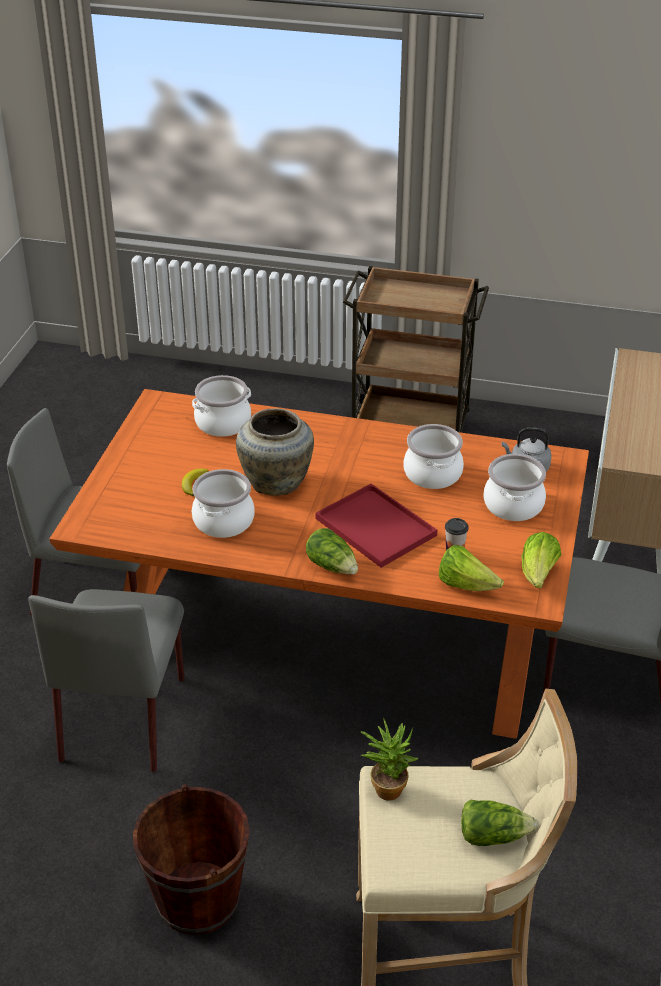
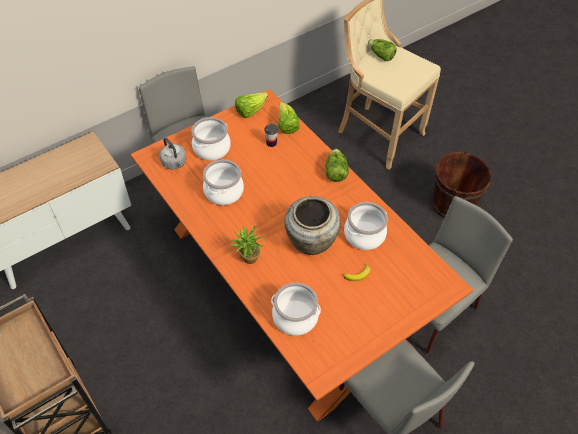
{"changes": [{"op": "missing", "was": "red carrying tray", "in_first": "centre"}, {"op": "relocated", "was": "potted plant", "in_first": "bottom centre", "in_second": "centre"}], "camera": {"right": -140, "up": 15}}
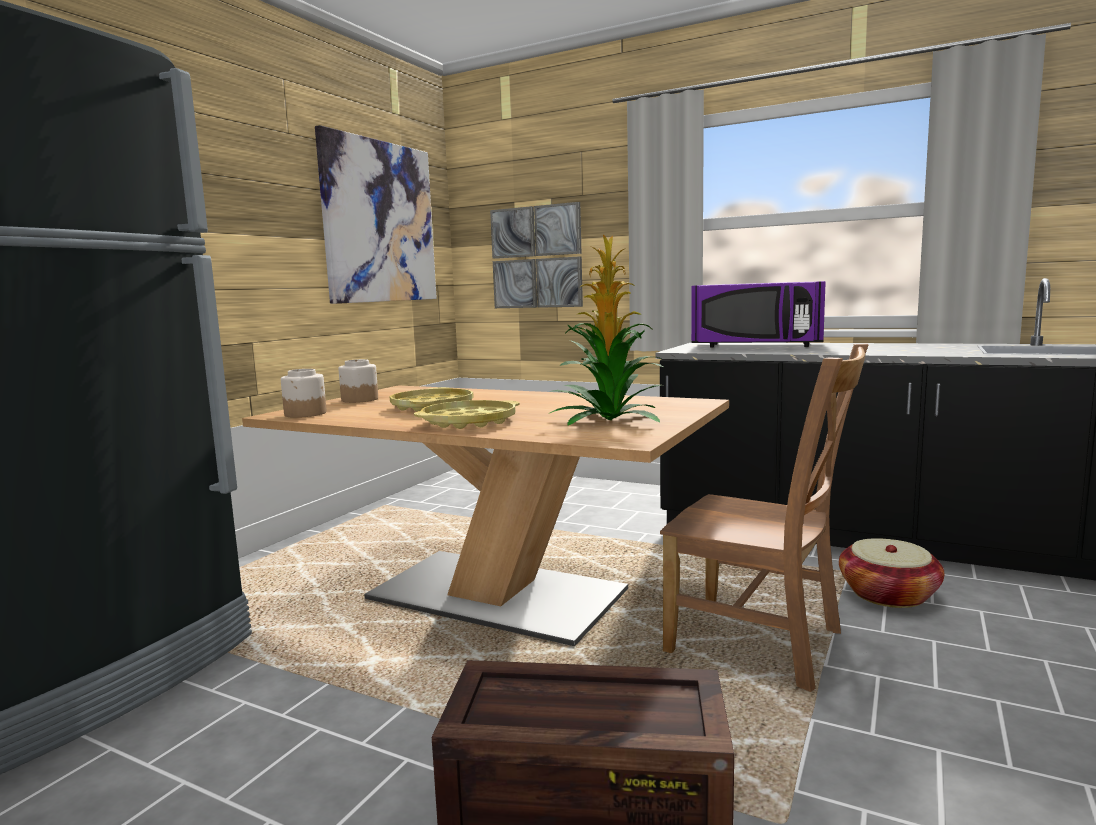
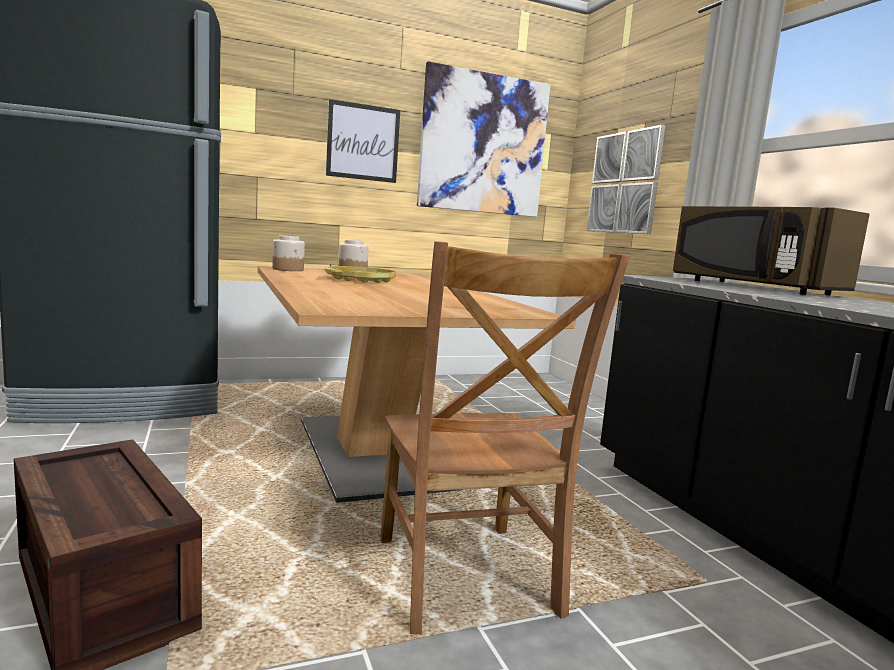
{"changes": [{"op": "missing", "was": "yellow-coloured carrying tray (no. 2 from left)", "in_first": "centre"}, {"op": "missing", "was": "potted plant", "in_first": "centre"}, {"op": "colour", "was": "purplish microwave oven", "now": "brownish microwave oven", "in_first": "middle right", "in_second": "middle right"}, {"op": "missing", "was": "storage basket", "in_first": "bottom right"}, {"op": "appeared", "now": "wall art (no. 1 from left)", "in_second": "top centre"}], "camera": {"right": 40, "up": 0}}
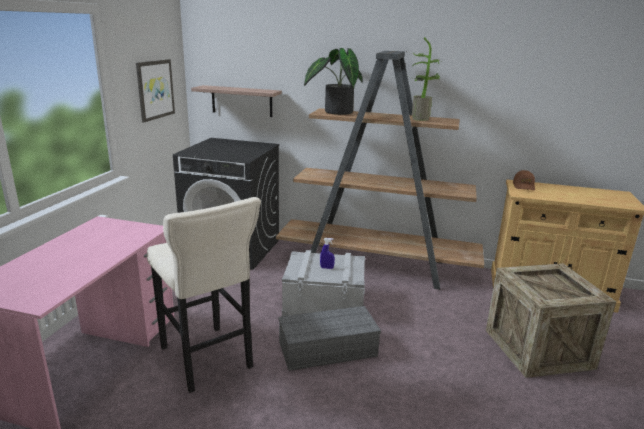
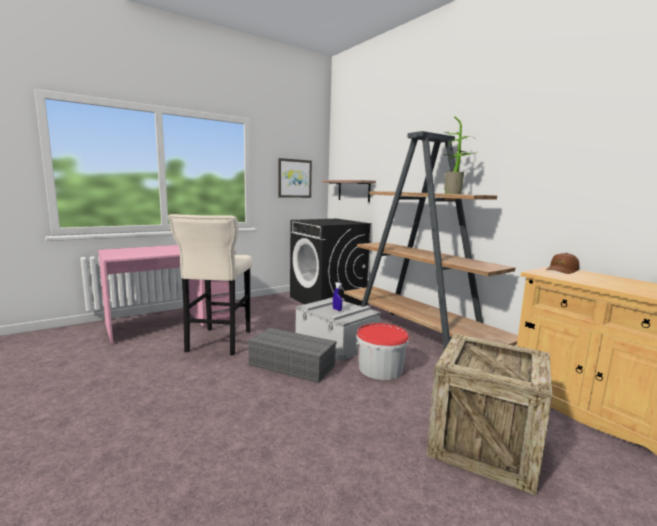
{"changes": [{"op": "missing", "was": "potted plant (no. 1 from left)", "in_first": "top centre"}, {"op": "appeared", "now": "water bucket", "in_second": "bottom centre"}], "camera": {"right": 40, "up": -10}}
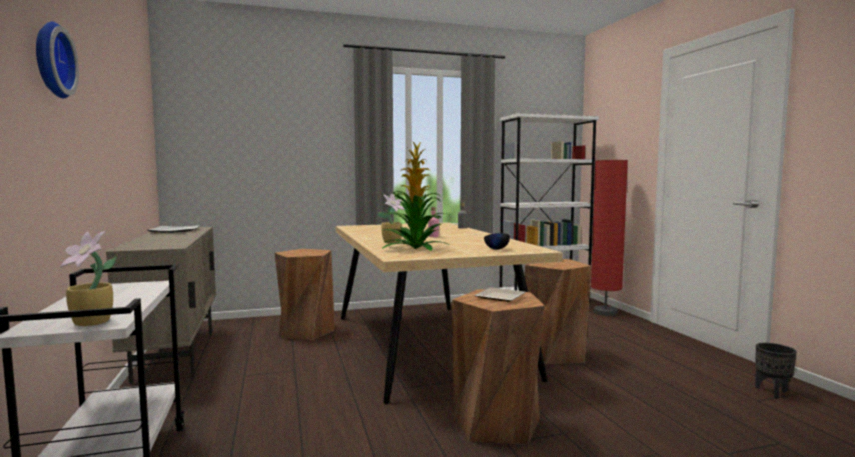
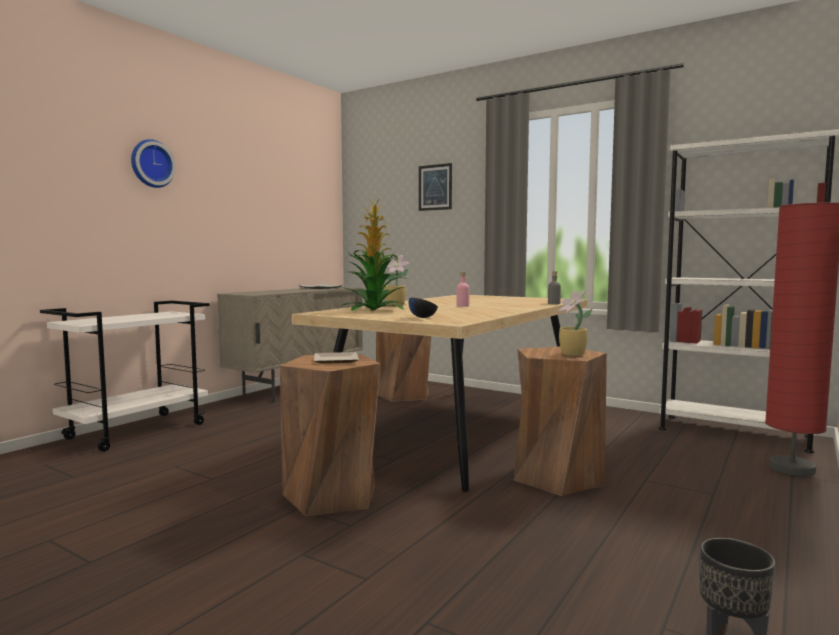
{"changes": [{"op": "relocated", "was": "potted plant (no. 1 from left in the first image)", "now": "potted plant (no. 3 from left)", "in_first": "middle left", "in_second": "middle right"}, {"op": "appeared", "now": "wall art", "in_second": "top centre"}], "camera": {"right": 50, "up": 0}}
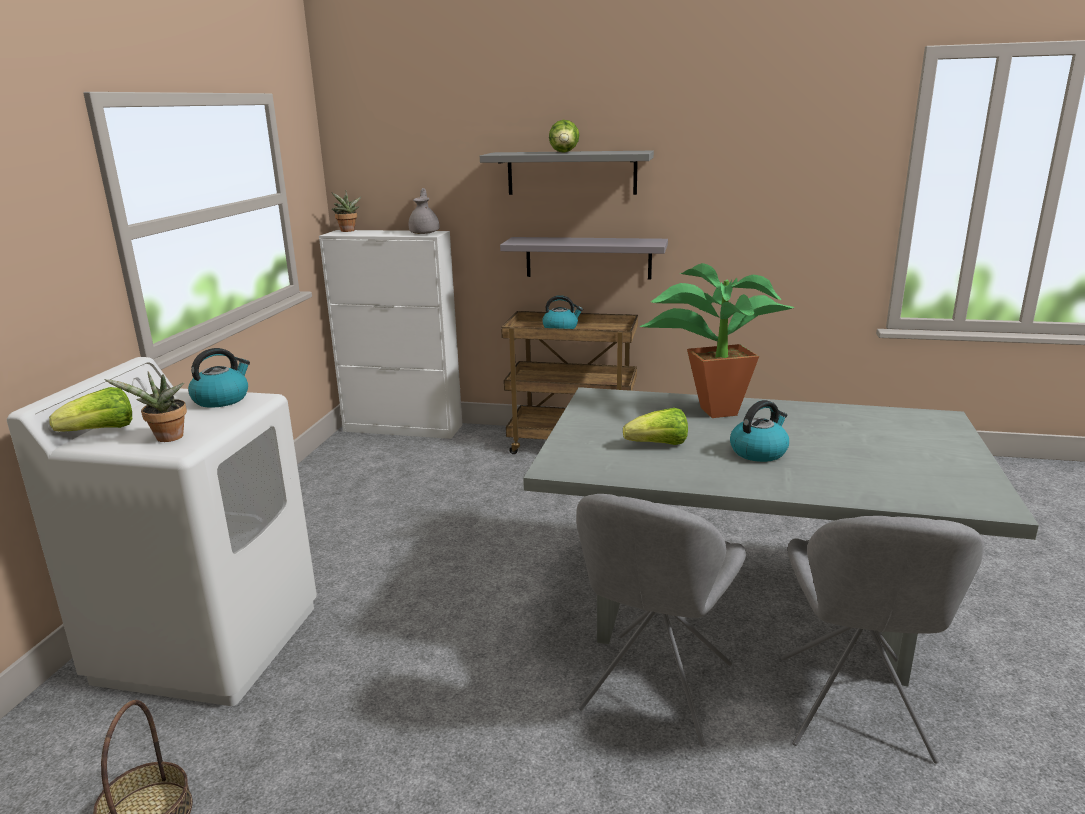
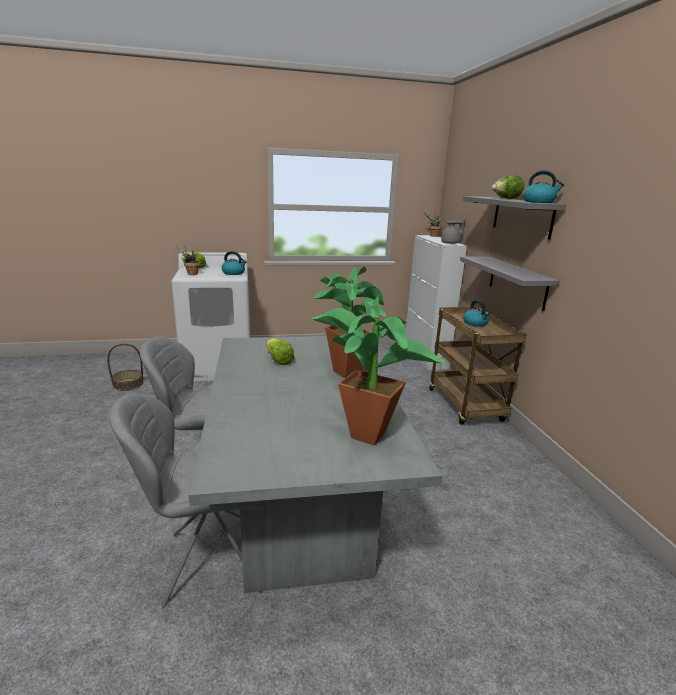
{"changes": [{"op": "relocated", "was": "kettle (no. 3 from left)", "in_first": "middle right", "in_second": "top right"}, {"op": "appeared", "now": "potted plant (no. 3 from left)", "in_second": "centre"}], "camera": {"right": 65, "up": 0}}
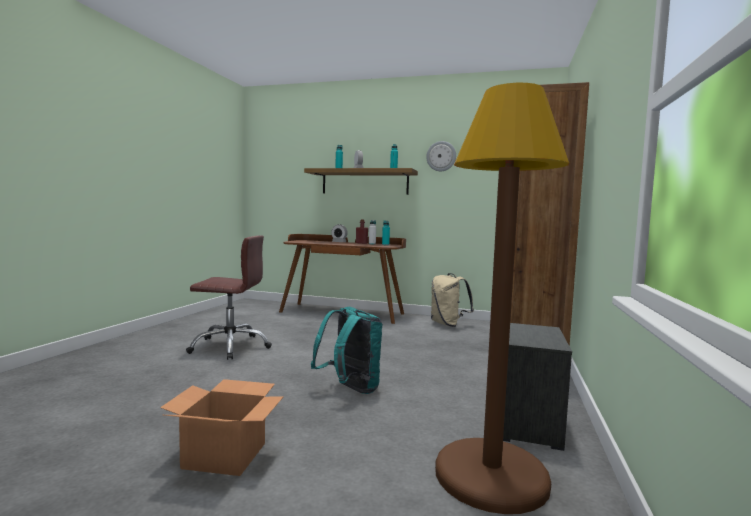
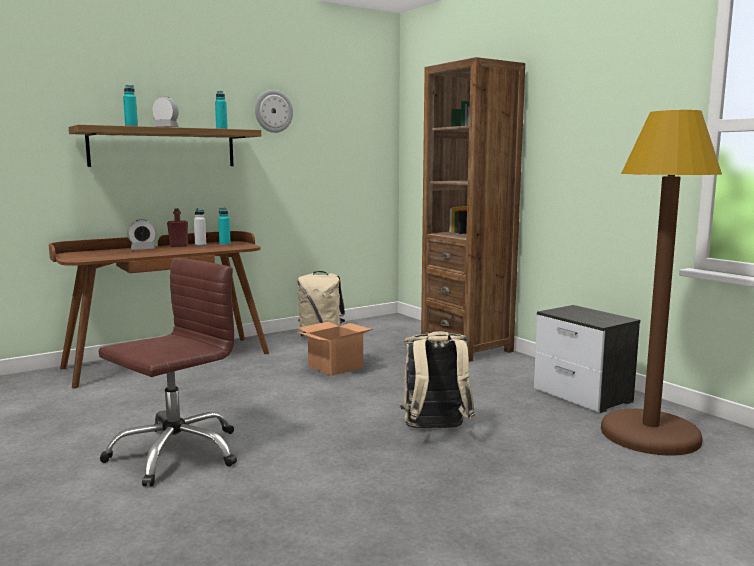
{"changes": [{"op": "relocated", "was": "carton", "in_first": "bottom left", "in_second": "centre"}, {"op": "colour", "was": "turquoise-coloured backpack", "now": "sand-coloured backpack (no. 2 from left)", "in_first": "bottom centre", "in_second": "bottom centre"}], "camera": {"right": -50, "up": 5}}
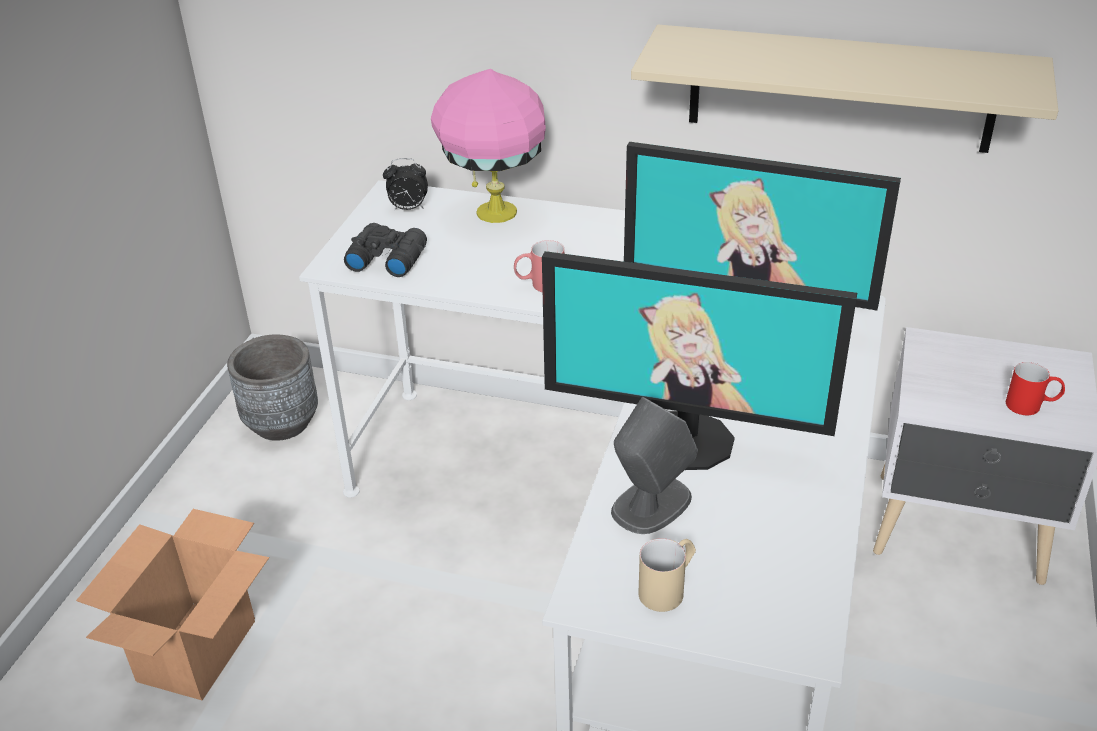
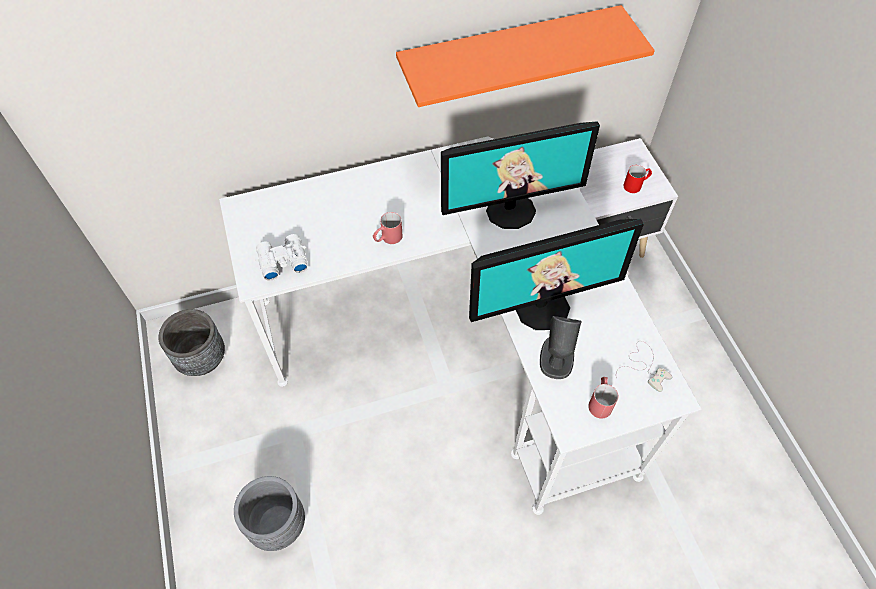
{"changes": [{"op": "exchanged", "was": "carton", "now": "greyish flower pot (no. 2 from left)", "in_first": "bottom left", "in_second": "bottom left"}, {"op": "colour", "was": "black-coloured field glasses", "now": "white-coloured field glasses", "in_first": "centre", "in_second": "middle left"}, {"op": "missing", "was": "bedside clock", "in_first": "top centre"}, {"op": "missing", "was": "pinkish tabletop lamp", "in_first": "top centre"}, {"op": "colour", "was": "sand-coloured shelf", "now": "orangey shelf", "in_first": "top right", "in_second": "top centre"}, {"op": "colour", "was": "sand-coloured tea mug", "now": "red tea mug (no. 2 from left)", "in_first": "bottom centre", "in_second": "bottom right"}, {"op": "appeared", "now": "white-coloured game controller", "in_second": "middle right"}], "camera": {"right": -35, "up": 20}}
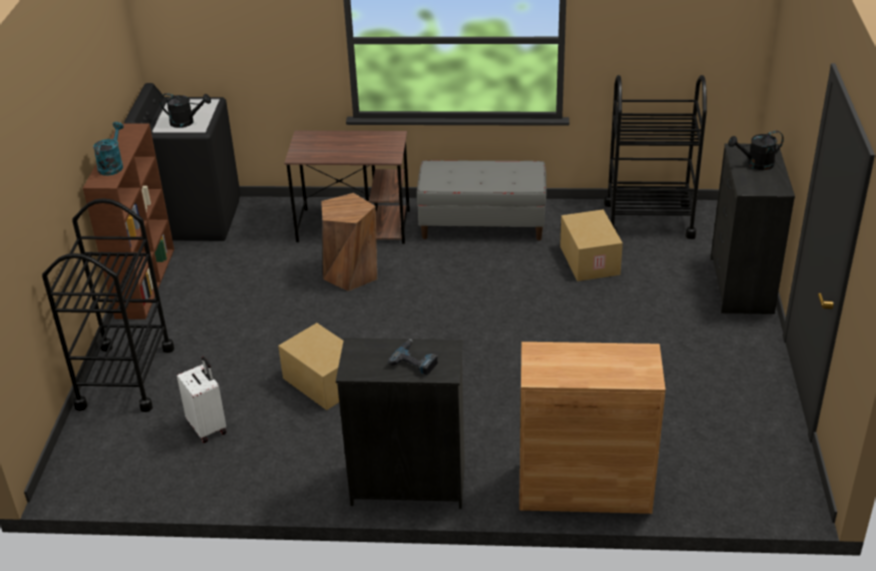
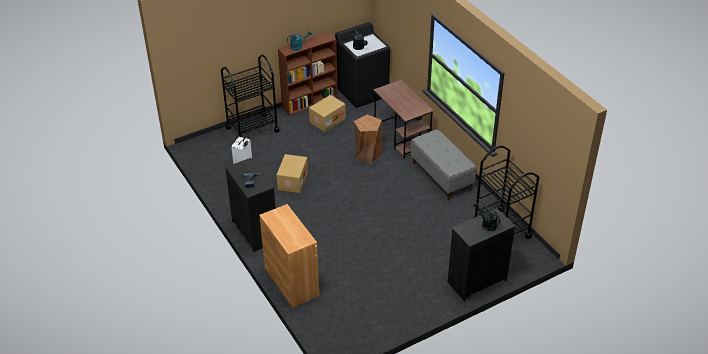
{"changes": [{"op": "relocated", "was": "carton (no. 2 from left)", "in_first": "middle right", "in_second": "top centre"}], "camera": {"right": 55, "up": 5}}
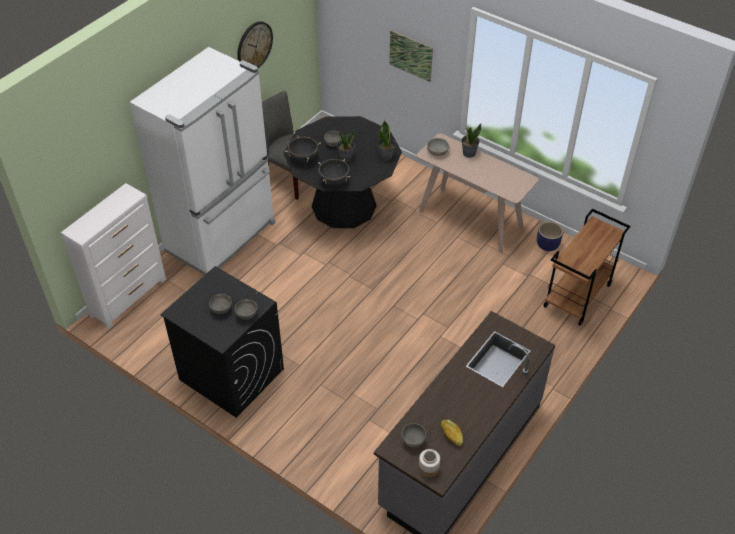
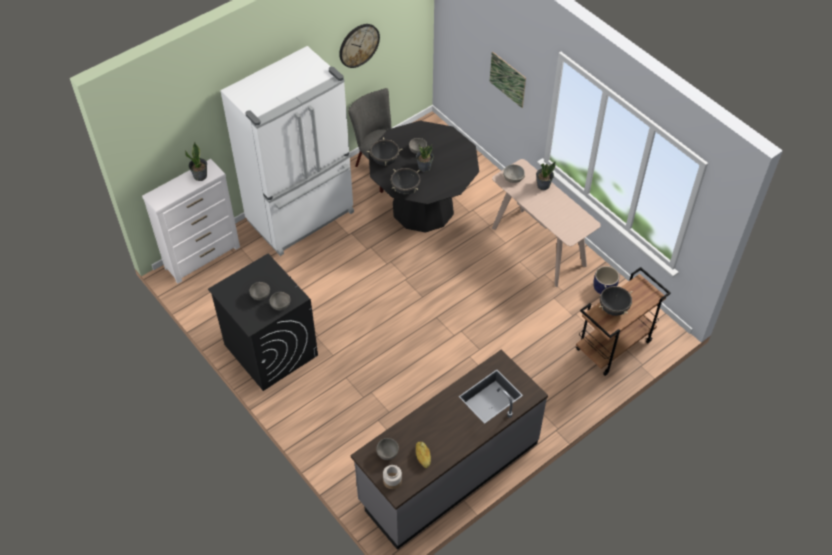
{"changes": [{"op": "relocated", "was": "potted plant (no. 2 from left in the first image)", "now": "potted plant (no. 1 from left)", "in_first": "top centre", "in_second": "top left"}, {"op": "appeared", "now": "black-coloured stockpot (no. 3 from left)", "in_second": "middle right"}], "camera": {"right": 15, "up": 5}}
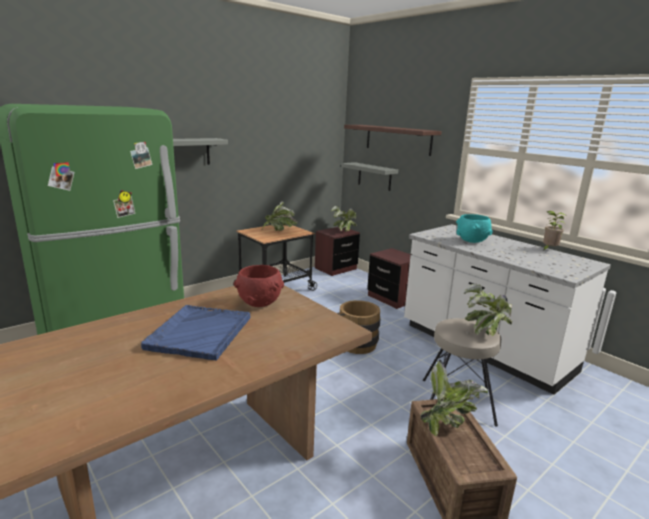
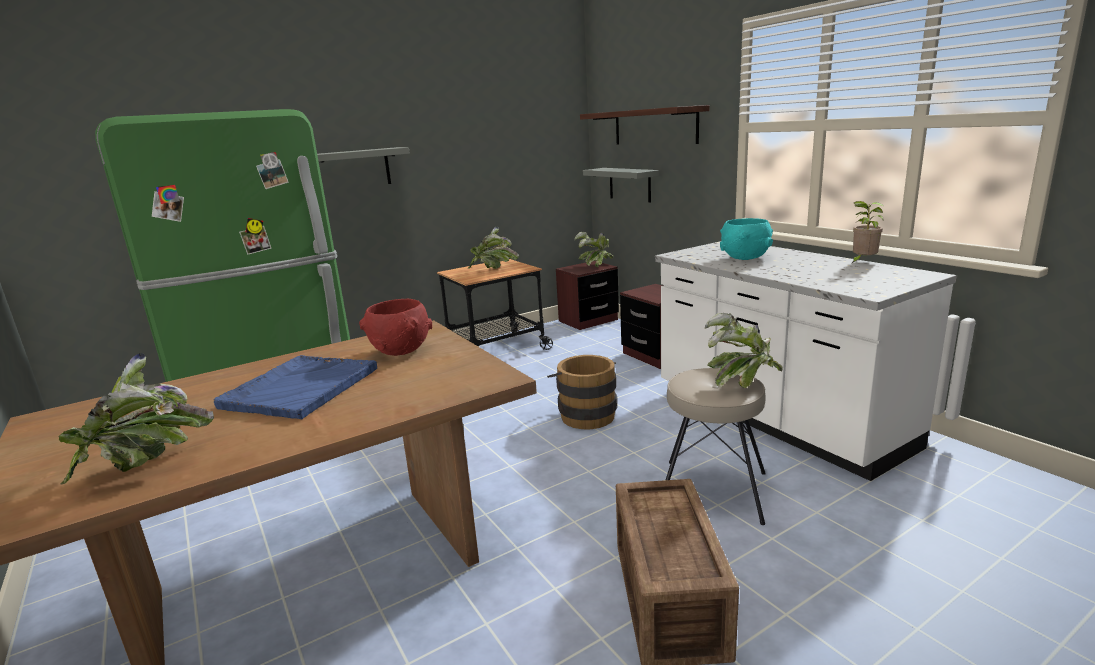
{"changes": [{"op": "relocated", "was": "potted plant (no. 3 from left in the first image)", "now": "potted plant (no. 1 from left)", "in_first": "bottom right", "in_second": "middle left"}], "camera": {"right": 10, "up": 0}}
